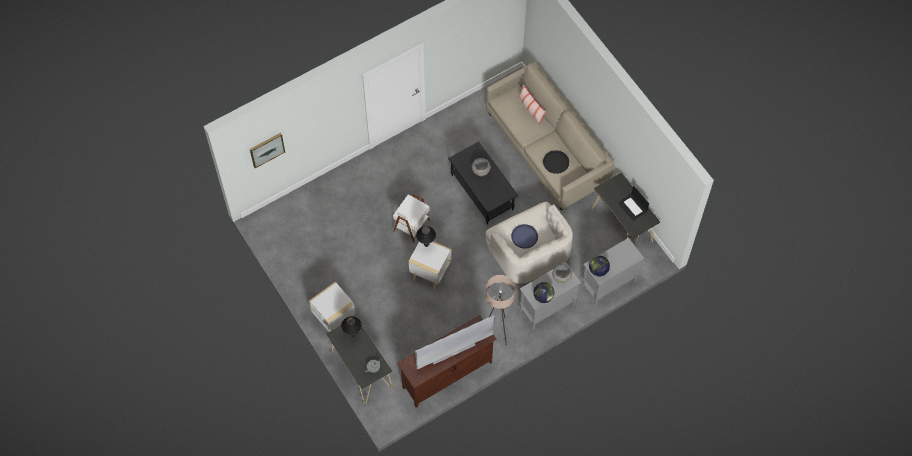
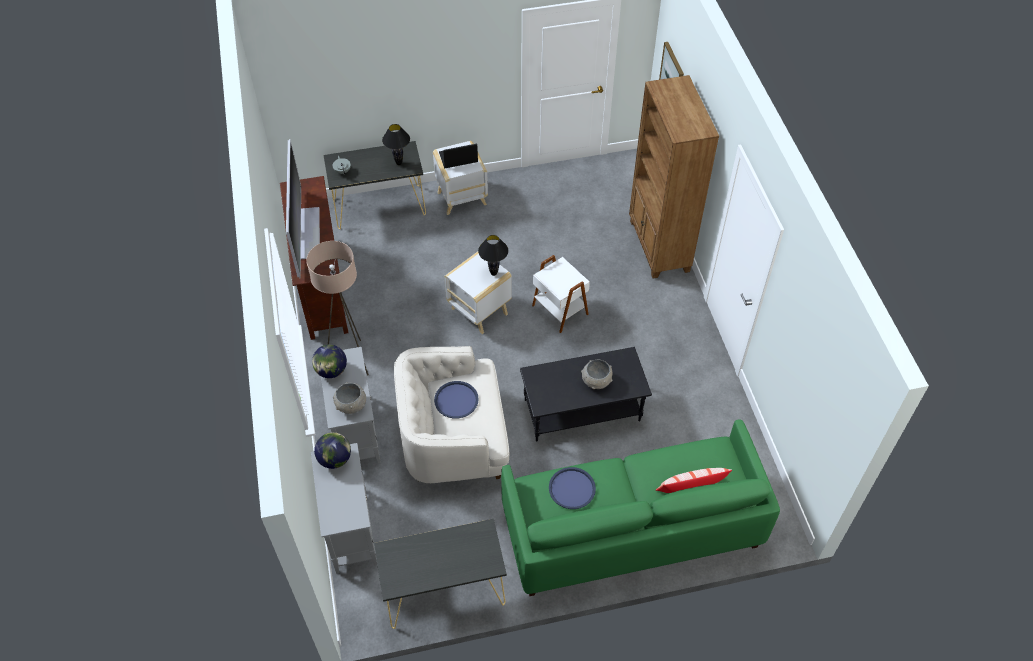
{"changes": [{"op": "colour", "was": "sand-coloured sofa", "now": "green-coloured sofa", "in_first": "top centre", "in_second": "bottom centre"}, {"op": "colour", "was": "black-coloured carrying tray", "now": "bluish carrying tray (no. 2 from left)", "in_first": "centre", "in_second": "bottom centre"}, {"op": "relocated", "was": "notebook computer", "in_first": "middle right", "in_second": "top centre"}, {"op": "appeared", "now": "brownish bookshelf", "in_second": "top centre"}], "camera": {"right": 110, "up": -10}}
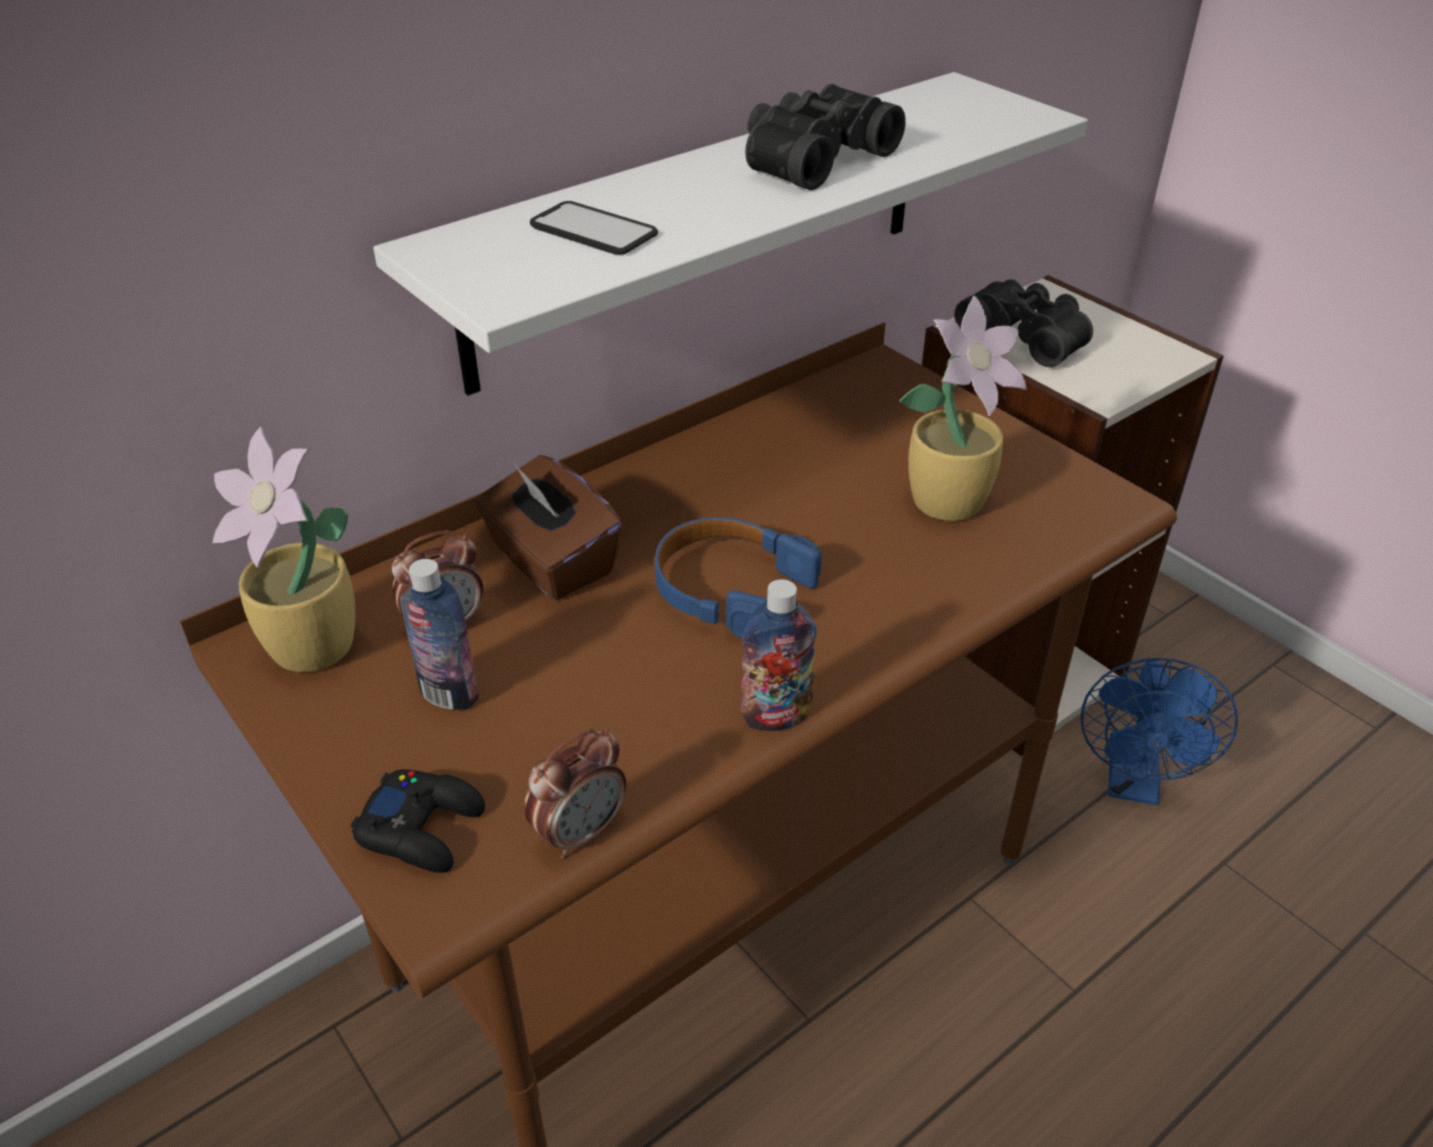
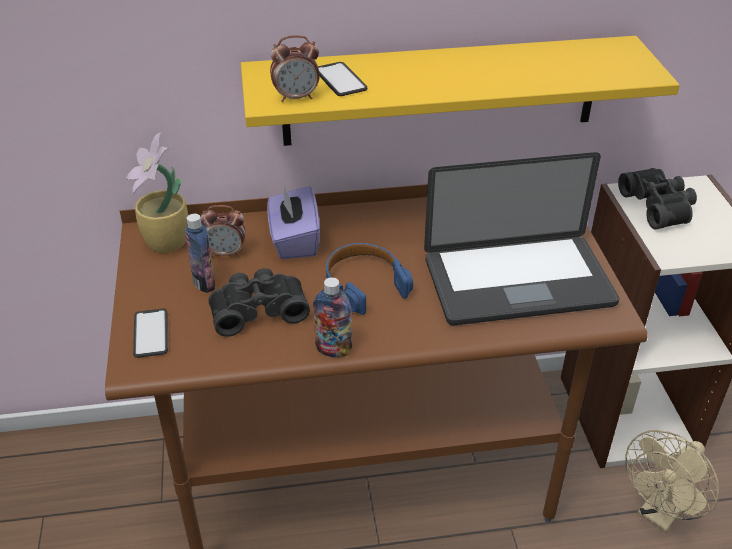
{"changes": [{"op": "exchanged", "was": "black-coloured game controller", "now": "phone (no. 1 from left)", "in_first": "bottom left", "in_second": "middle left"}, {"op": "colour", "was": "white-coloured shelf", "now": "yellow-coloured shelf", "in_first": "top centre", "in_second": "top centre"}, {"op": "colour", "was": "brownish tissue holder", "now": "purplish tissue holder", "in_first": "centre", "in_second": "centre"}, {"op": "relocated", "was": "bedside clock (no. 2 from left)", "in_first": "bottom centre", "in_second": "top centre"}, {"op": "relocated", "was": "black-coloured field glasses (no. 1 from left)", "in_first": "top centre", "in_second": "centre"}, {"op": "exchanged", "was": "potted plant (no. 2 from left)", "now": "notebook computer", "in_first": "middle right", "in_second": "middle right"}, {"op": "colour", "was": "bluish cooling fan", "now": "sand-coloured cooling fan", "in_first": "middle right", "in_second": "bottom right"}], "camera": {"right": 30, "up": 0}}
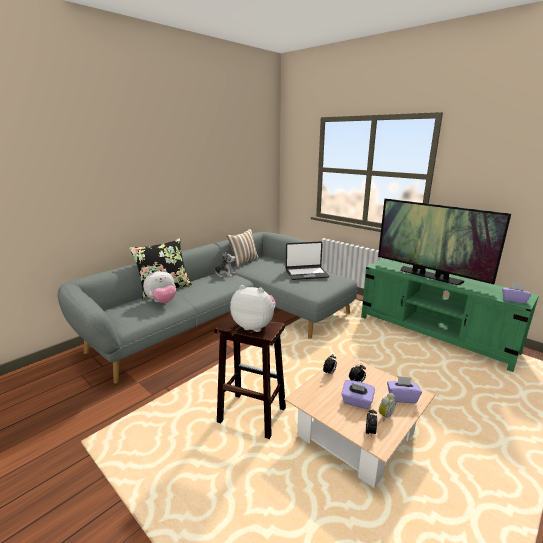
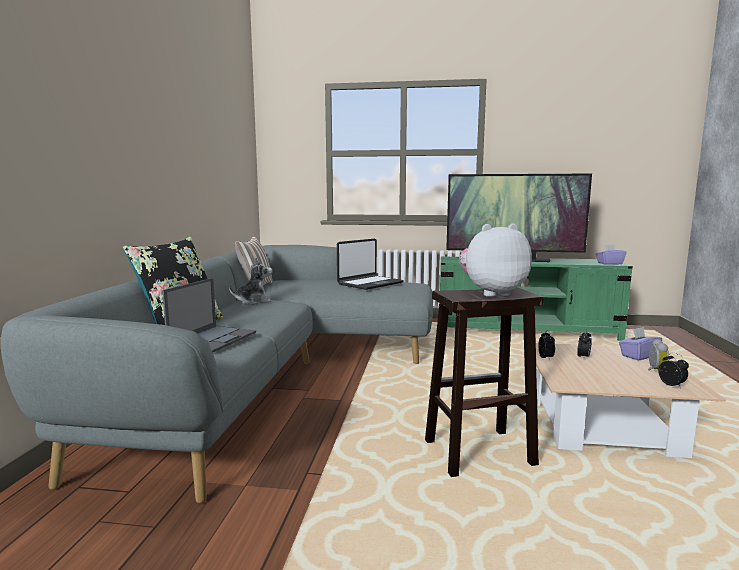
{"changes": [{"op": "exchanged", "was": "plush toy (no. 1 from left)", "now": "notebook computer (no. 1 from left)", "in_first": "middle left", "in_second": "middle left"}, {"op": "missing", "was": "purplish tissue holder (no. 1 from left)", "in_first": "bottom centre"}], "camera": {"right": -35, "up": -10}}
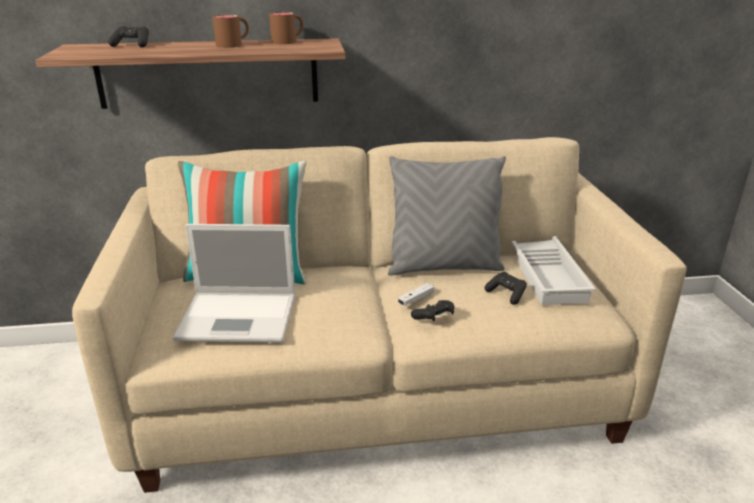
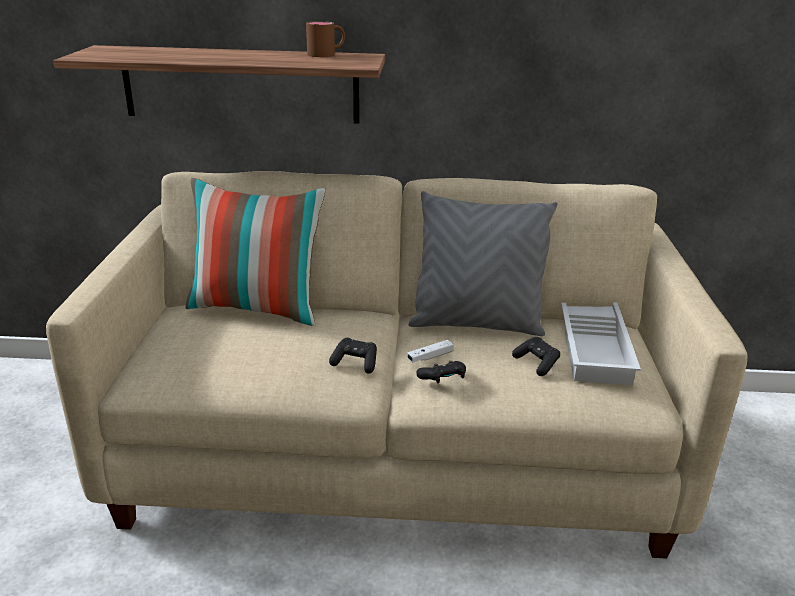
{"changes": [{"op": "relocated", "was": "black-coloured game controller (no. 1 from left)", "in_first": "top left", "in_second": "centre"}, {"op": "missing", "was": "notebook computer", "in_first": "middle left"}, {"op": "missing", "was": "brownish tea mug (no. 1 from left)", "in_first": "top left"}], "camera": {"right": 10, "up": 0}}
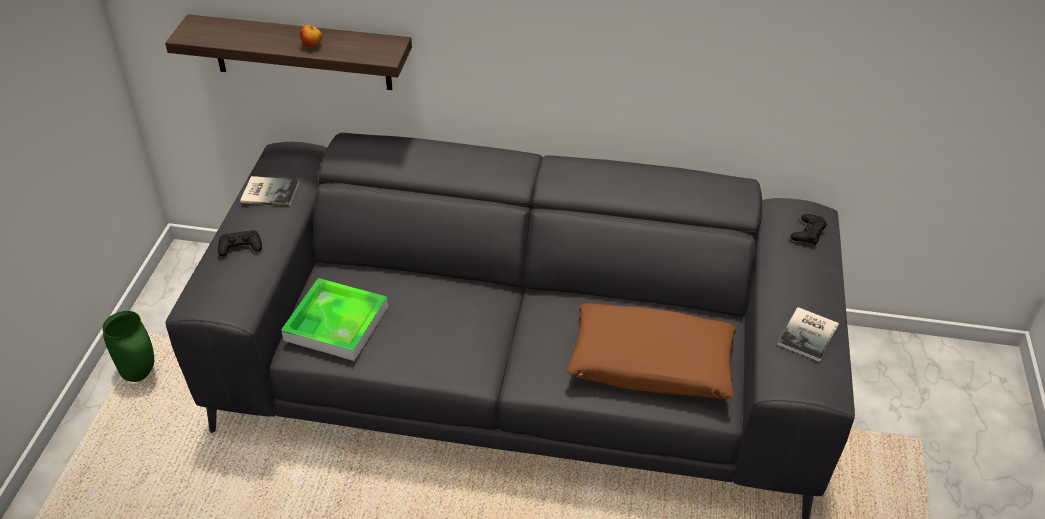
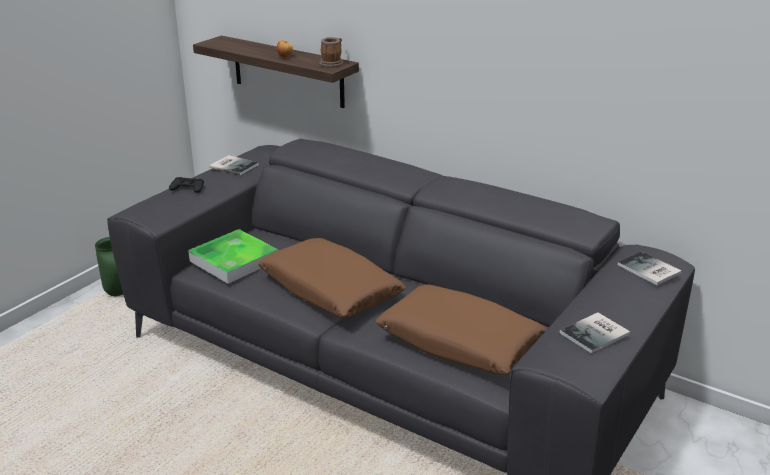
{"changes": [{"op": "exchanged", "was": "black-coloured game controller (no. 2 from left)", "now": "book (no. 3 from left)", "in_first": "middle right", "in_second": "middle right"}, {"op": "appeared", "now": "brownish throw pillow (no. 1 from left)", "in_second": "centre"}, {"op": "appeared", "now": "tea mug", "in_second": "top centre"}], "camera": {"right": 25, "up": -15}}
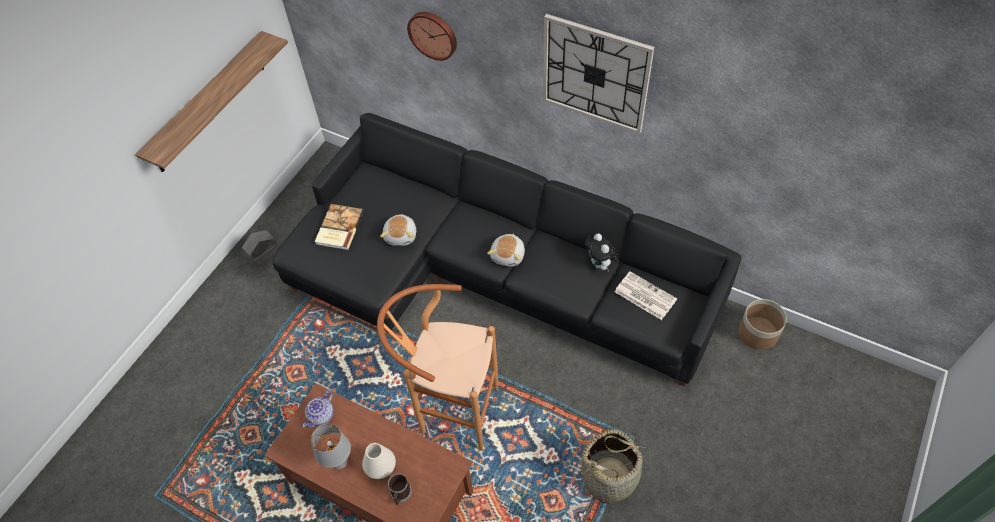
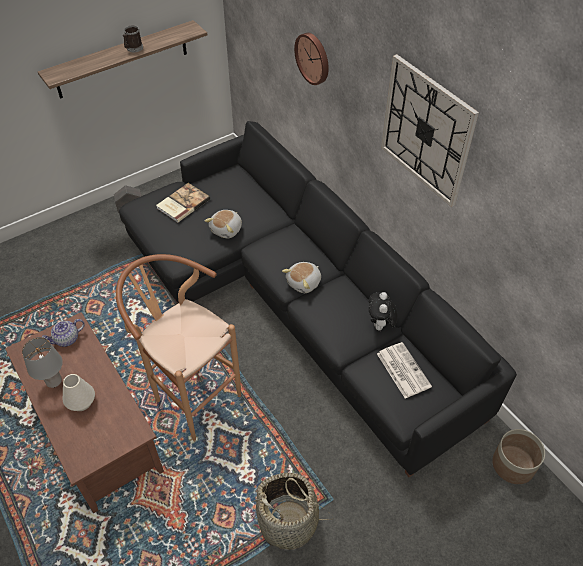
{"changes": [{"op": "relocated", "was": "tea mug", "in_first": "bottom centre", "in_second": "top left"}], "camera": {"right": 25, "up": -5}}
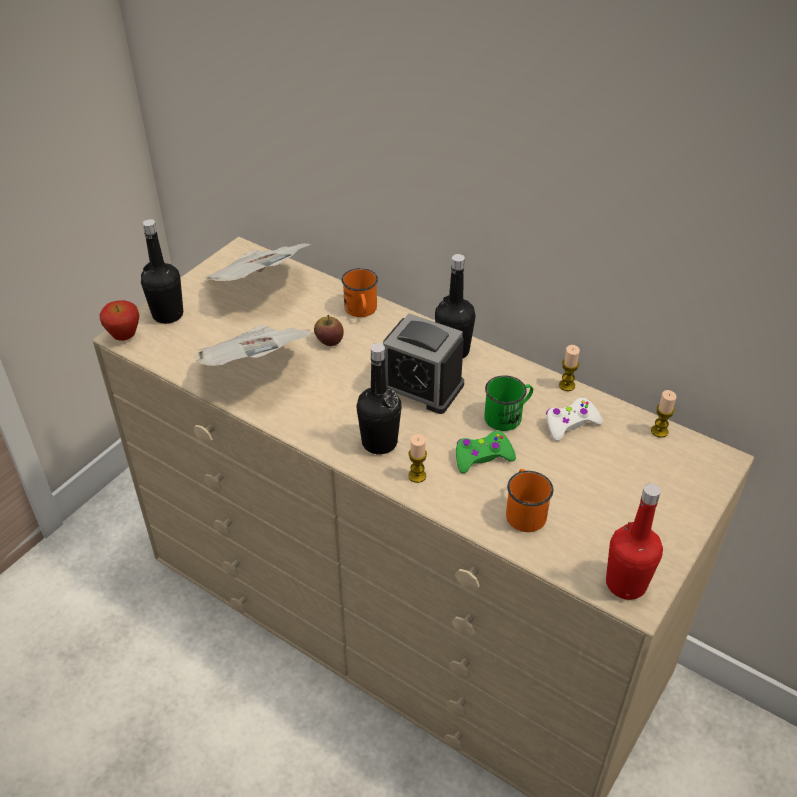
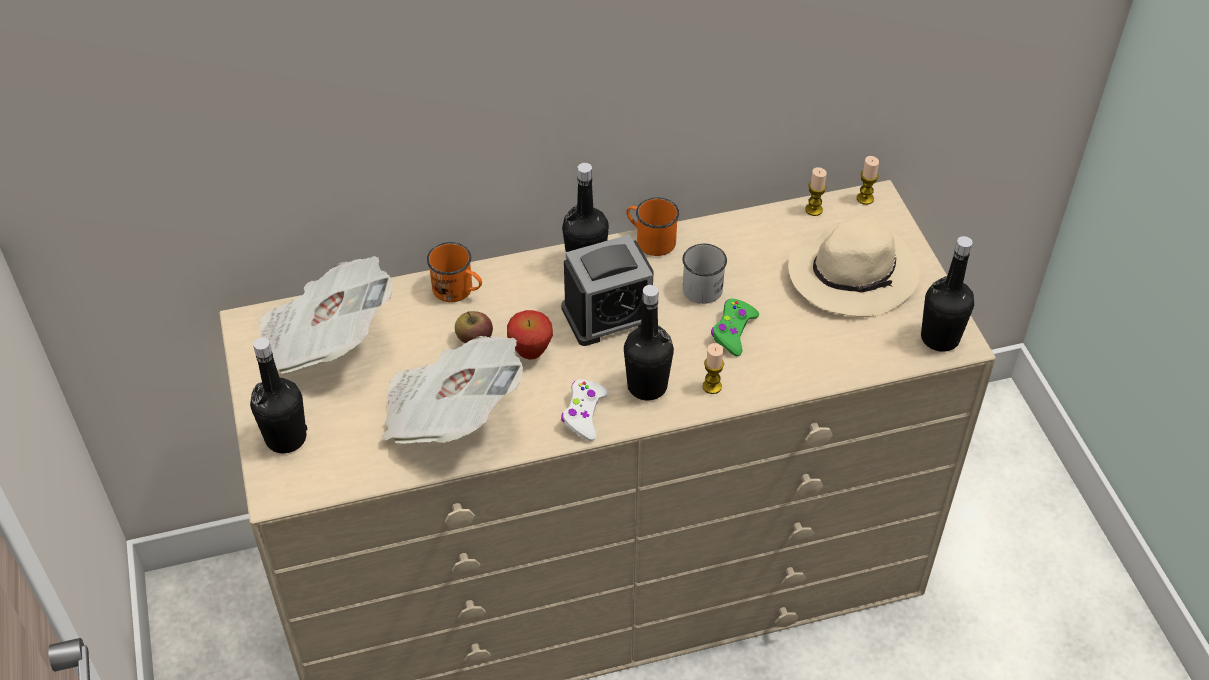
{"changes": [{"op": "relocated", "was": "apple fruit (no. 1 from left in the first image)", "now": "apple fruit (no. 2 from left)", "in_first": "middle left", "in_second": "centre"}, {"op": "colour", "was": "green-coloured tea mug", "now": "white-coloured tea mug", "in_first": "centre", "in_second": "centre"}, {"op": "relocated", "was": "orangey tea mug (no. 2 from left)", "in_first": "centre", "in_second": "top centre"}, {"op": "relocated", "was": "white-coloured game controller", "in_first": "middle right", "in_second": "centre"}, {"op": "relocated", "was": "wax candle (no. 2 from left in the first image)", "now": "wax candle (no. 3 from left)", "in_first": "middle right", "in_second": "top right"}, {"op": "colour", "was": "red drink bottle", "now": "black-coloured drink bottle (no. 4 from left)", "in_first": "bottom right", "in_second": "middle right"}, {"op": "appeared", "now": "sand-coloured clothing hat", "in_second": "middle right"}], "camera": {"right": -50, "up": 5}}
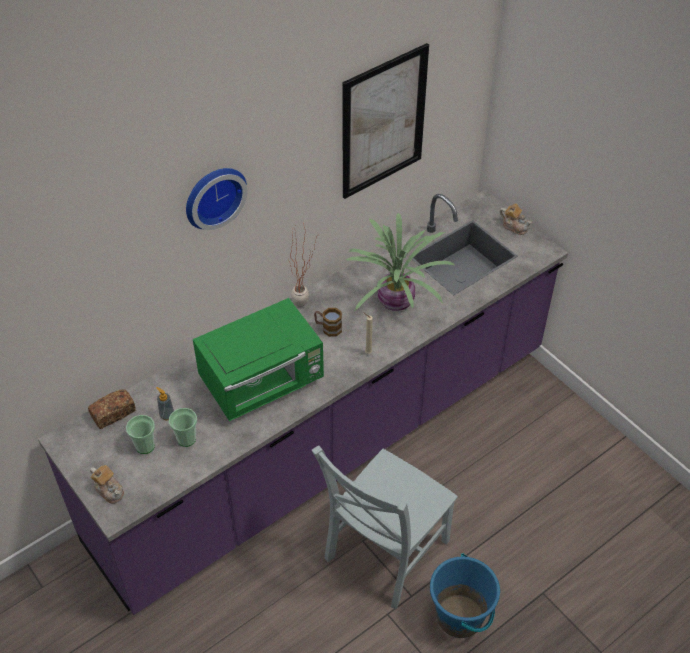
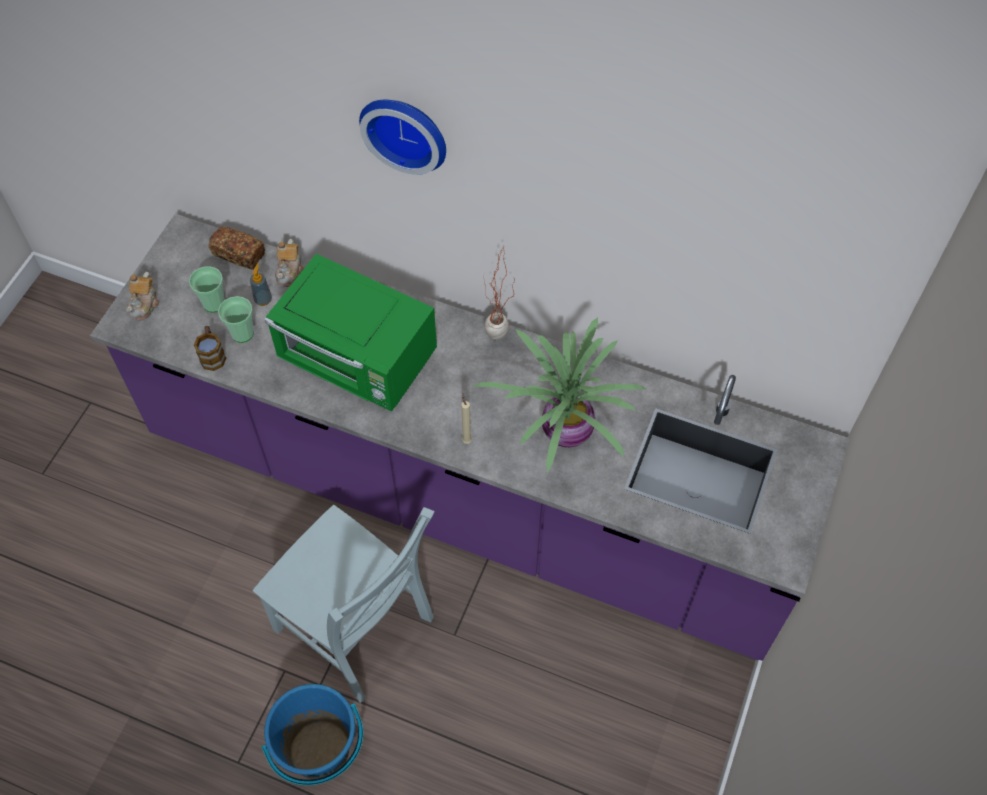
{"changes": [{"op": "spun", "was": "greyish upright chair", "in_first": "bottom centre", "in_second": "bottom centre", "clockwise": -150}, {"op": "relocated", "was": "tea mug", "in_first": "centre", "in_second": "middle left"}, {"op": "missing", "was": "wall art", "in_first": "top centre"}, {"op": "relocated", "was": "pot for tea (no. 2 from left)", "in_first": "middle right", "in_second": "top left"}], "camera": {"right": 60, "up": 10}}
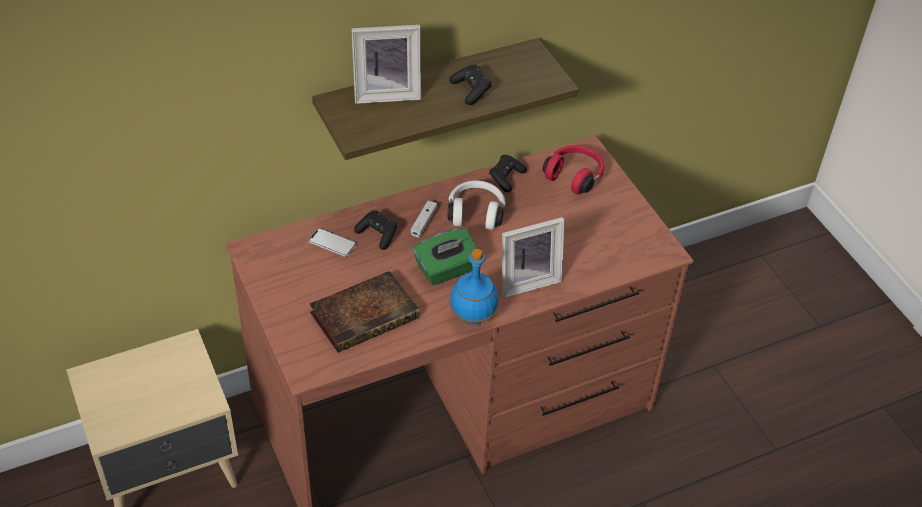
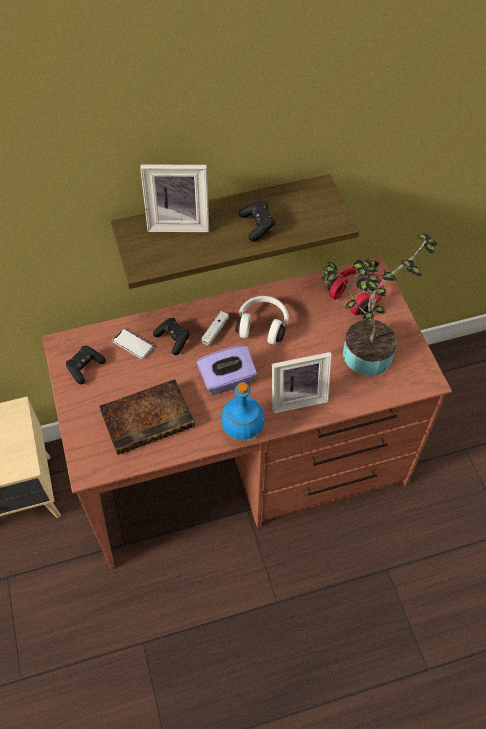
{"changes": [{"op": "colour", "was": "green-coloured tissue holder", "now": "purplish tissue holder", "in_first": "centre", "in_second": "centre"}, {"op": "relocated", "was": "black-coloured game controller (no. 3 from left in the first image)", "now": "black-coloured game controller (no. 1 from left)", "in_first": "centre", "in_second": "middle left"}, {"op": "appeared", "now": "potted plant", "in_second": "middle right"}], "camera": {"right": 10, "up": 10}}
